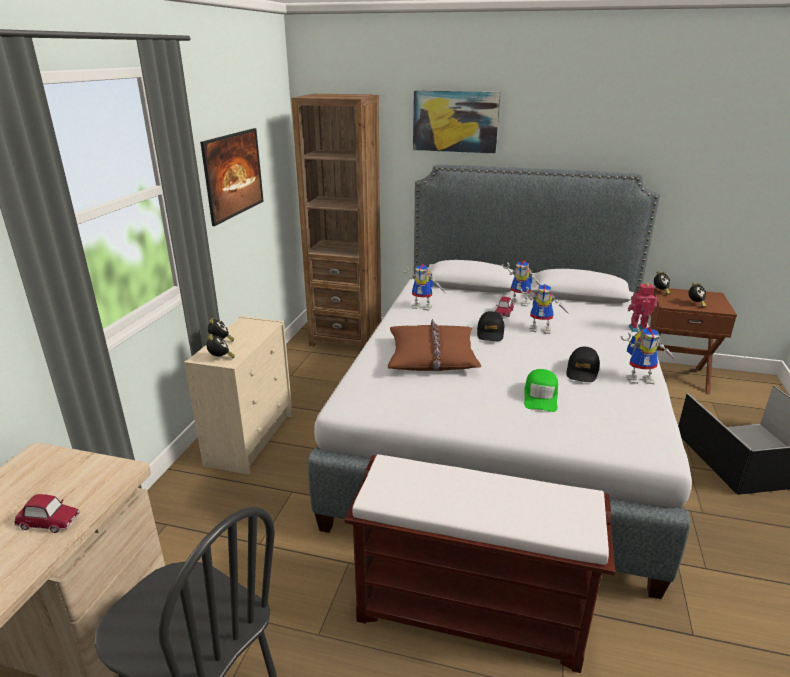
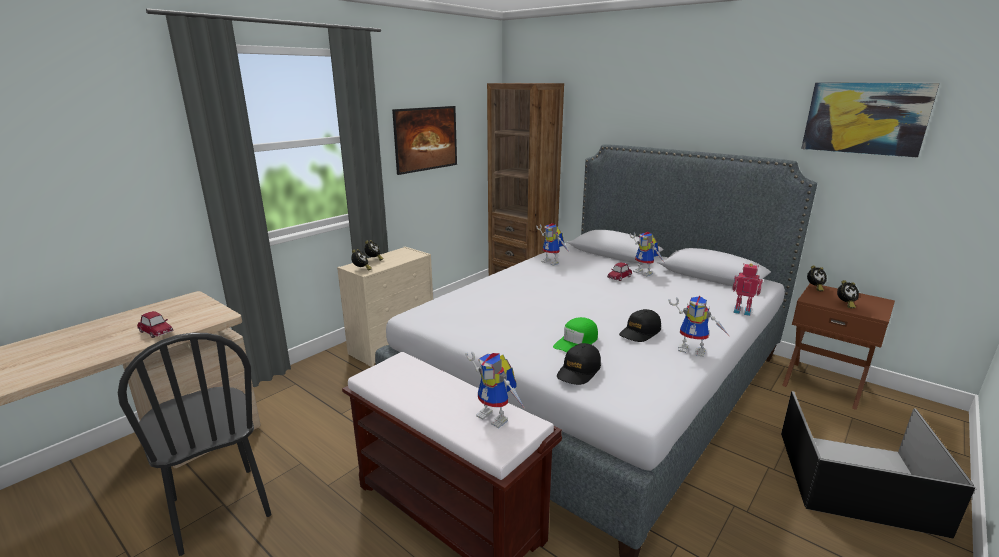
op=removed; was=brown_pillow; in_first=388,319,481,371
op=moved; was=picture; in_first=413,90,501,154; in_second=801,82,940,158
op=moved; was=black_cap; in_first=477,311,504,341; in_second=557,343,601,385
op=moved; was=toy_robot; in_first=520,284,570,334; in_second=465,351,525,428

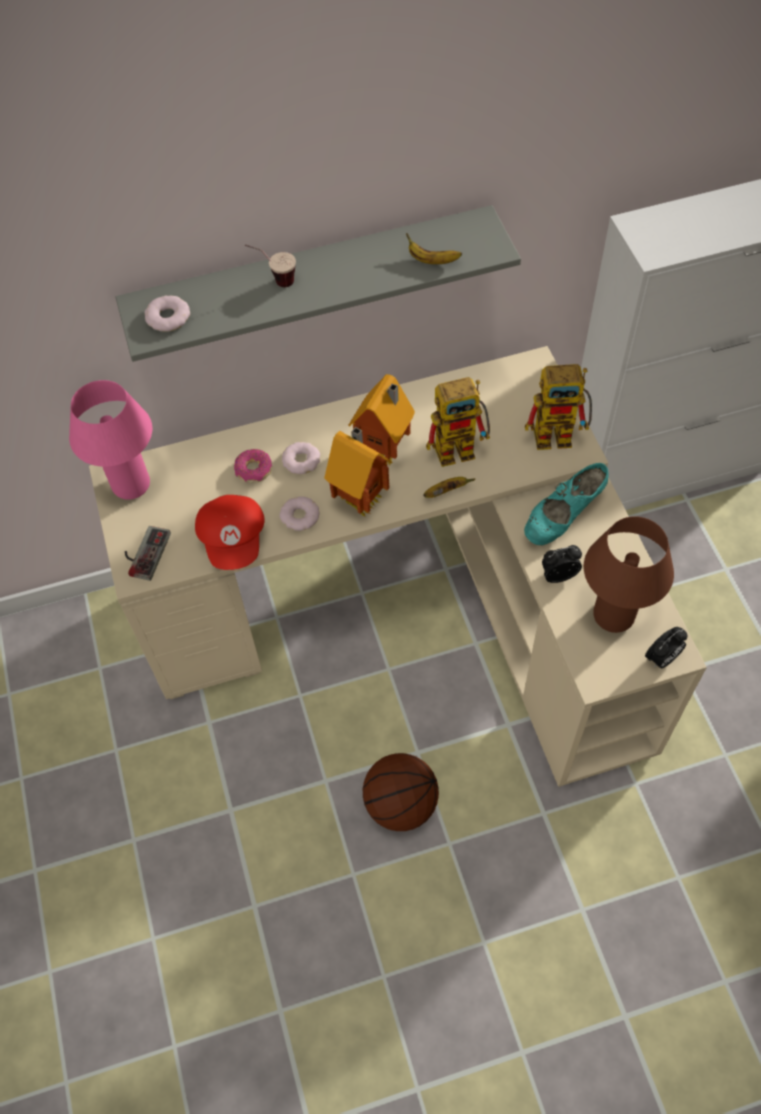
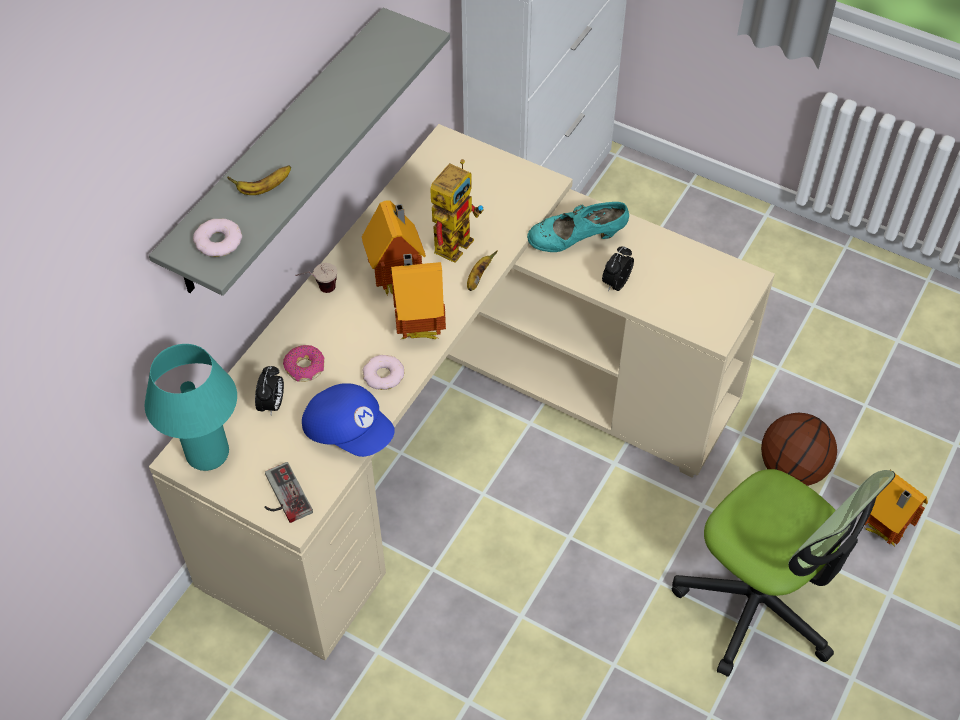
op=removed; was=donut; in_first=282,442,320,474
op=removed; was=toy_robot; in_first=525,364,592,450
op=removed; was=brown_table_lamp; in_first=584,516,674,633
op=added; now=office_chair; in_second=671,469,895,677
op=added; now=toy_house; in_second=863,474,928,546
op=moved; was=cup; in_first=245,244,296,287; in_second=295,263,337,293
op=moved; was=basketball; in_first=363,753,439,831; in_second=761,413,837,486
op=moved; was=banana; in_first=406,233,462,264; in_second=227,166,291,195
op=moved; was=alarm_clock; in_first=645,627,687,668; in_second=255,366,284,415
op=recoloured; was=pink_table_lamp; now=turquoise_table_lamp; in_first=69,380,152,500; in_second=145,344,237,471
op=recoloured; was=red_cap; now=blue_cap; in_first=195,495,265,570; in_second=302,383,395,457
op=turned; was=turquoise_shoe; in_first=524,463,609,545; in_second=527,202,629,252; clockwise=75

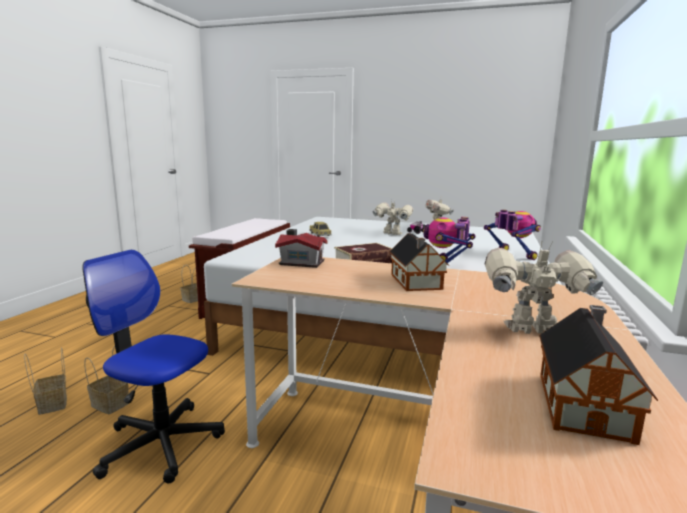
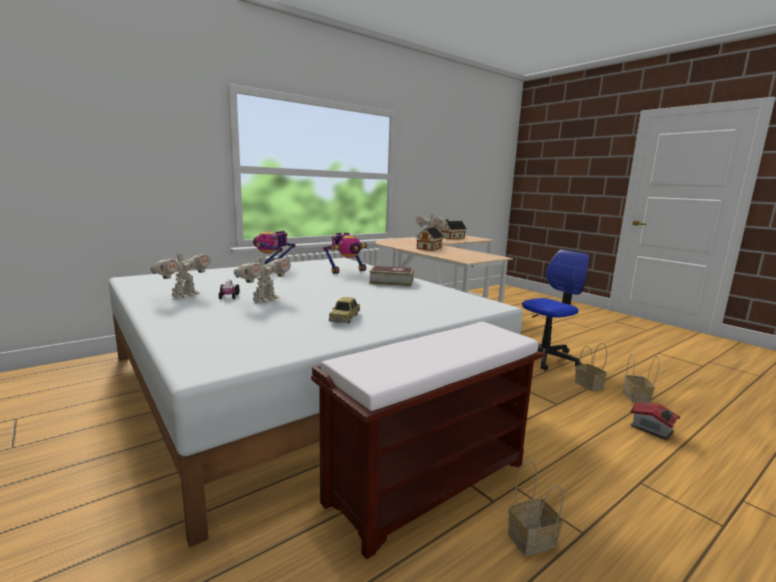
op=moved; was=toy_house; in_first=275,229,327,268; in_second=630,401,680,440
op=turned; was=office_chair; in_first=82,250,225,483; in_second=522,250,589,371; clockwise=-90
op=turned; was=toy_robot; in_first=373,199,413,235; in_second=234,253,291,303; clockwise=-120

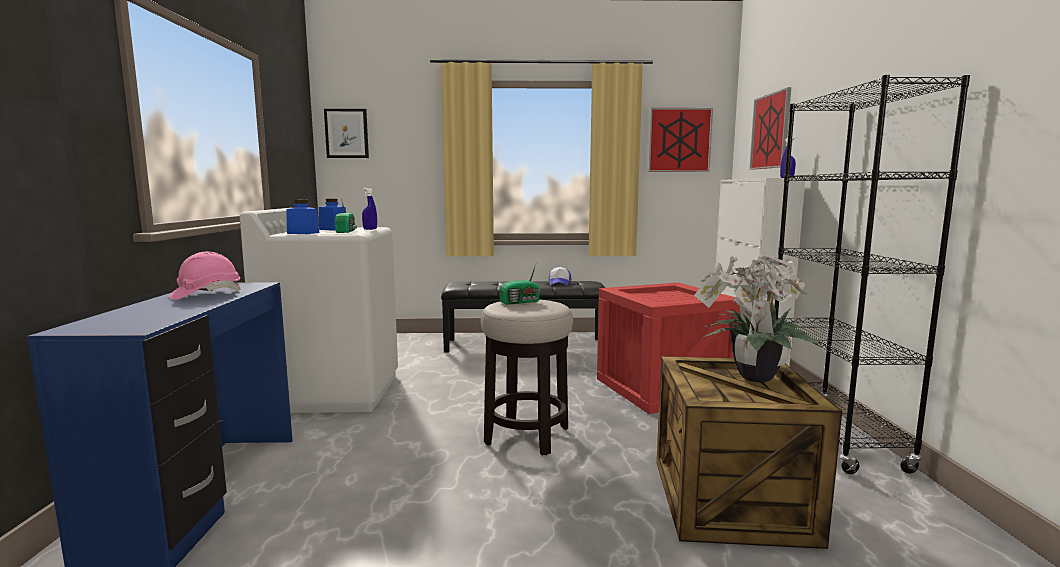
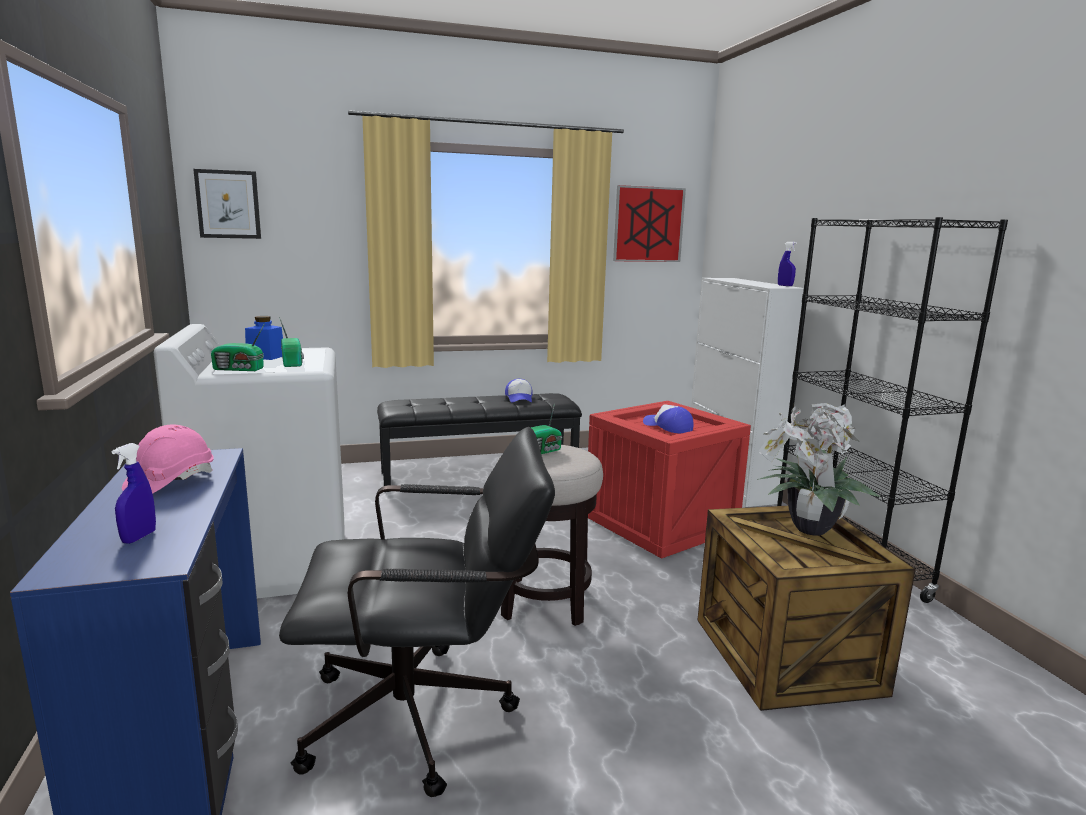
op=removed; was=picture; in_first=749,87,791,170
op=added; now=black_office_chair; in_second=279,427,555,797
op=added; now=cap; in_second=643,404,694,434
op=moved; was=blue_spray_bottle; in_first=362,187,377,230; in_second=112,443,156,544
op=replaced; was=blue_jar; now=radio; in_first=286,200,319,234; in_second=211,325,264,371

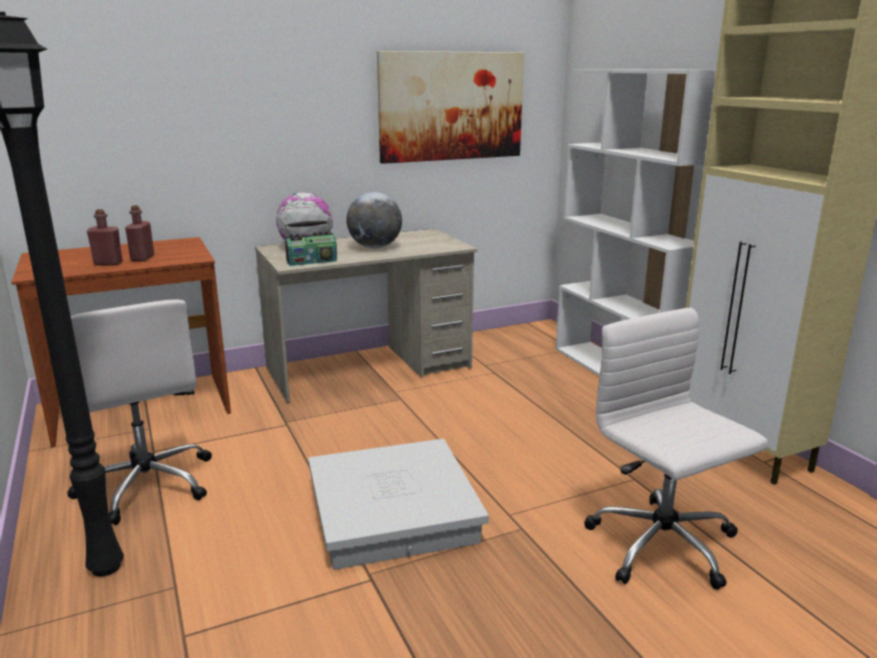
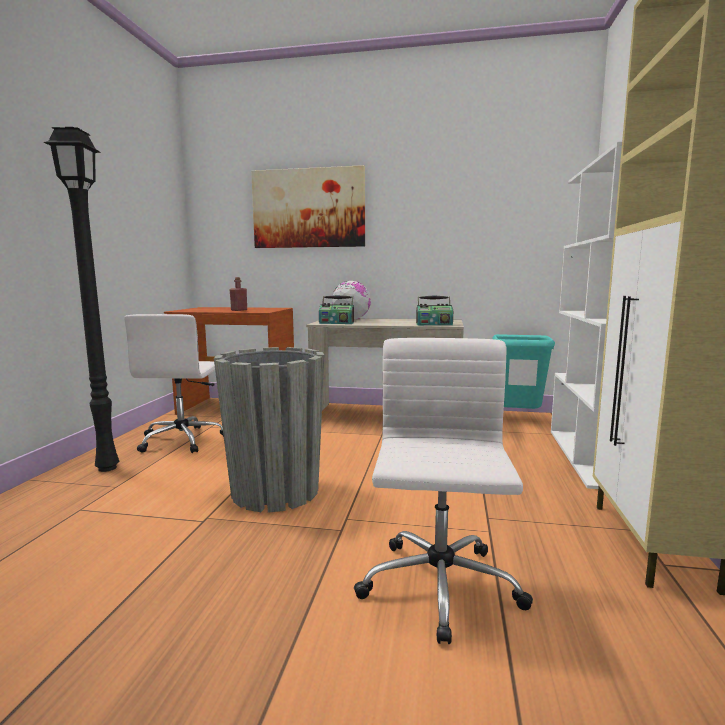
op=removed; was=red_bottle; in_first=87,209,123,266
op=removed; was=globe; in_first=346,192,402,248
op=added; now=radio; in_second=416,295,453,325
op=added; now=turquoise_trash_can; in_second=492,334,555,409
op=moved; was=picture; in_first=377,51,524,164; in_second=251,165,365,248
op=replaced; was=white_storage_box; now=grey_planter; in_first=308,439,489,570; in_second=214,347,324,513

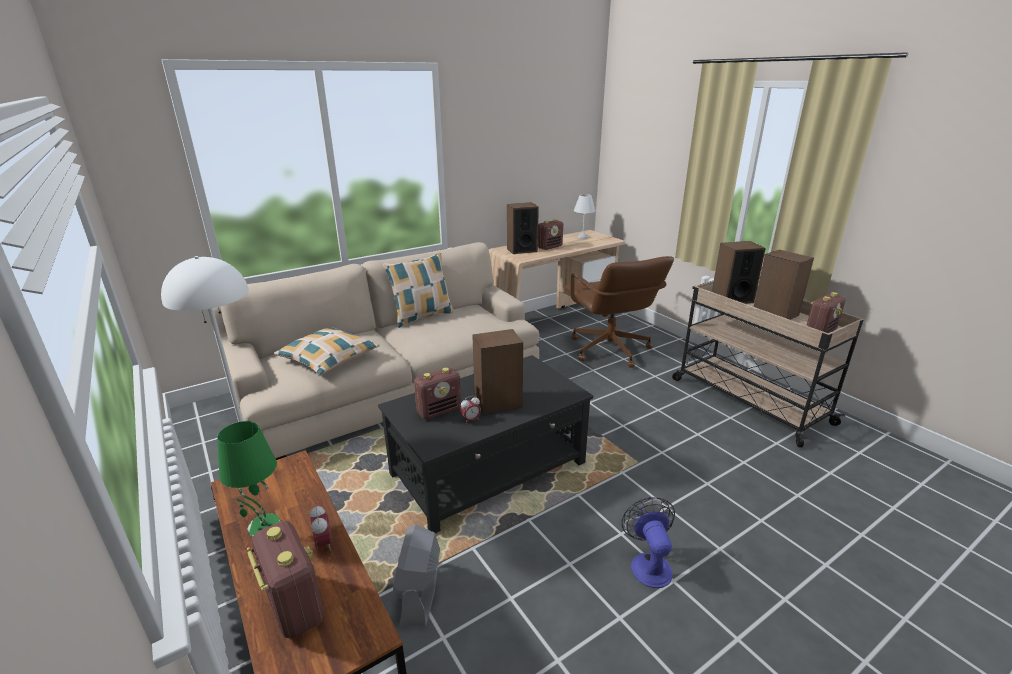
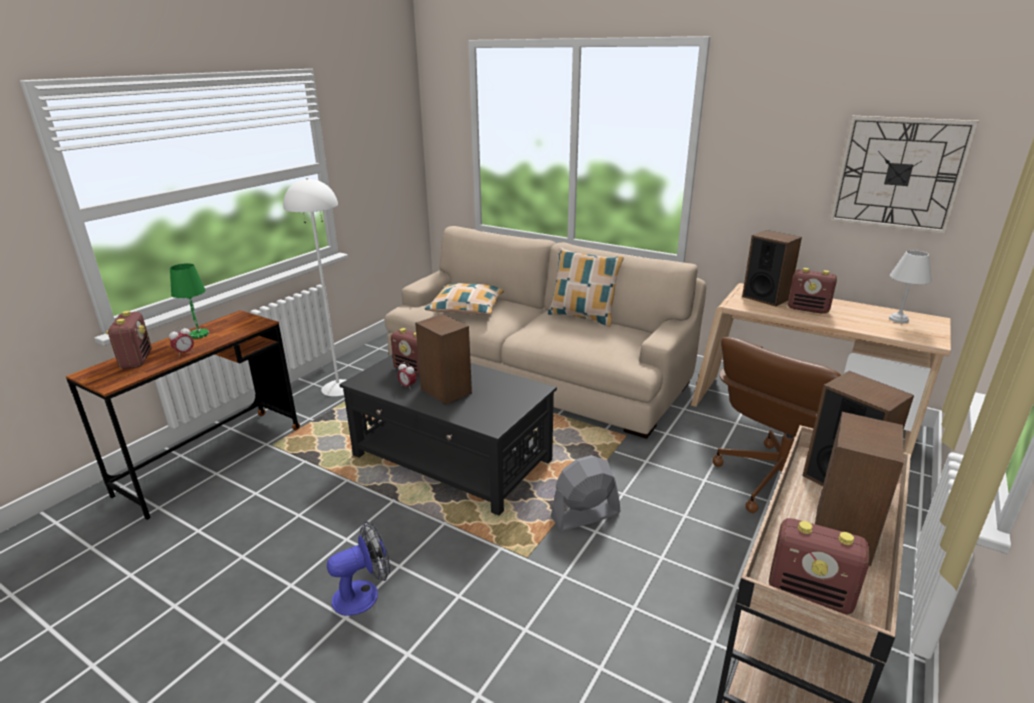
op=added; now=wall_clock; in_second=829,116,979,234
op=moved; was=grey_fan; in_first=393,524,440,627; in_second=551,455,621,531
op=turned; was=radio; in_first=247,520,324,639; in_second=106,311,151,369; clockwise=-45

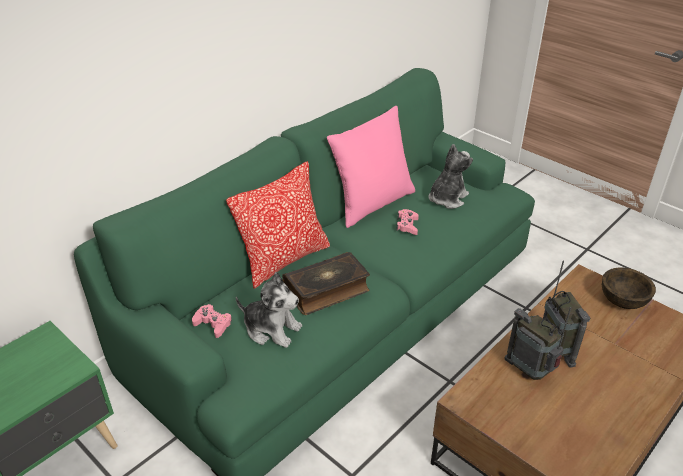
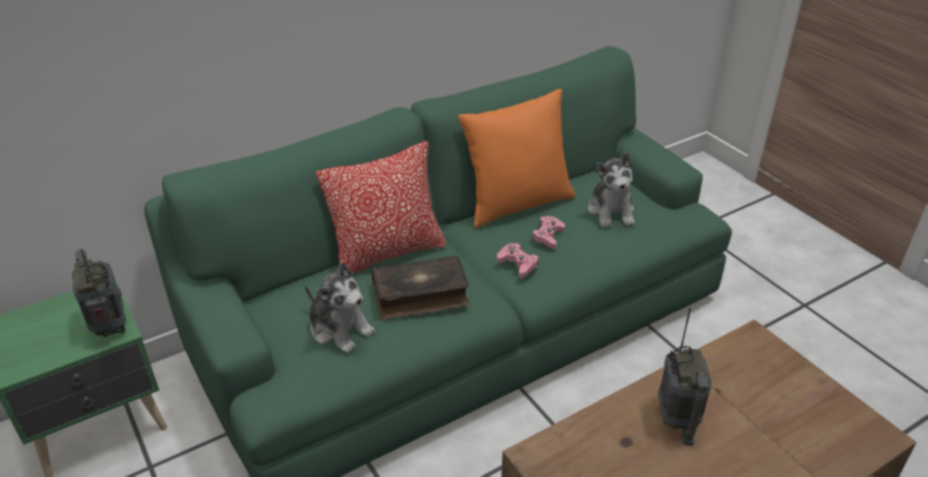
op=removed; was=brown_bowl; in_first=602,268,656,309
op=moved; was=pink_game_controller; in_first=192,304,232,338; in_second=497,243,539,278
op=moved; was=radio; in_first=505,307,571,380; in_second=72,249,126,337
op=recoloured; was=pink_pillow; now=orange_pillow; in_first=327,106,415,228; in_second=458,89,575,228
op=turned; was=plush_toy; in_first=428,144,473,209; in_second=588,152,635,227; clockwise=120

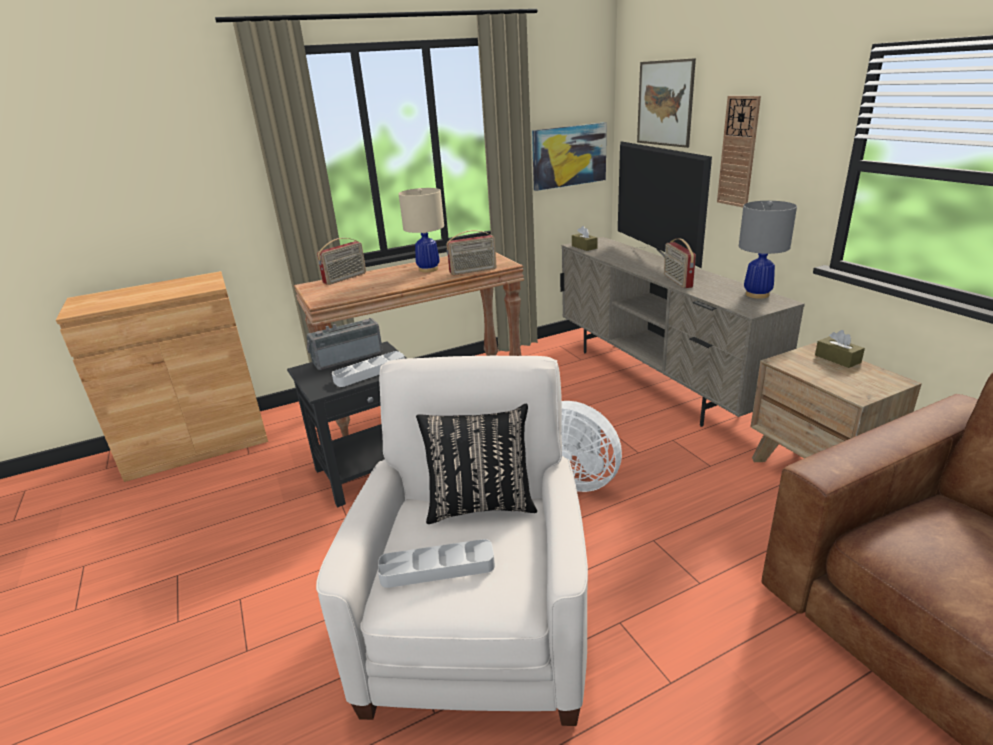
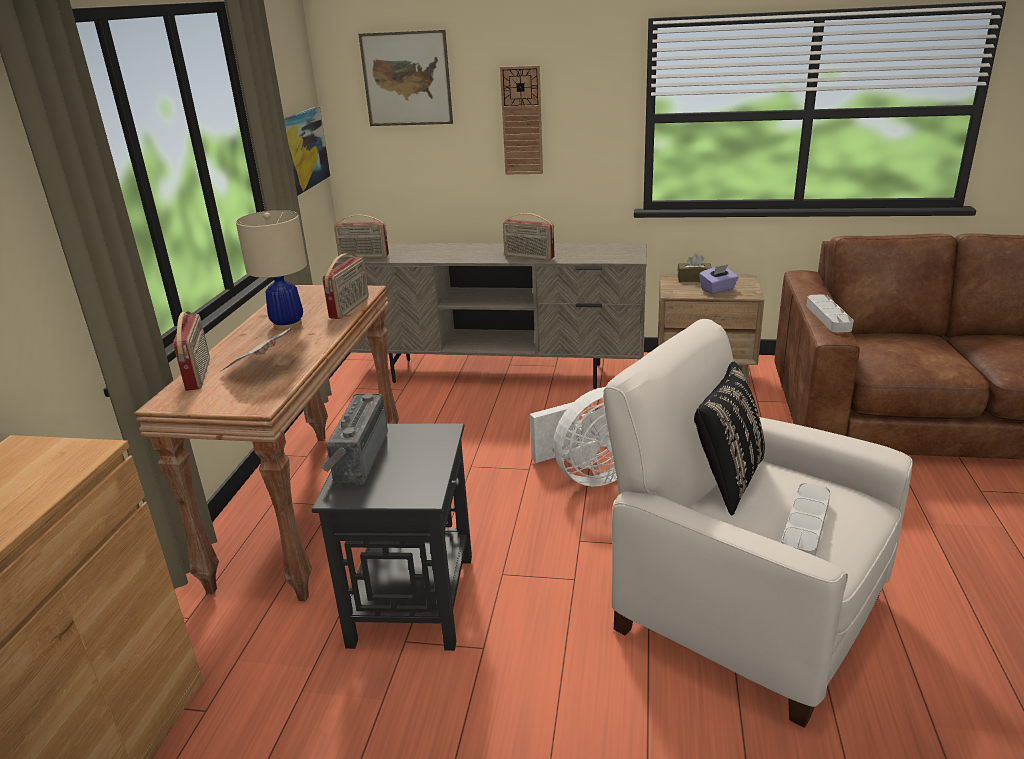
op=removed; was=television; in_first=618,141,712,268
op=removed; was=grey_table_lamp; in_first=739,201,797,299
op=added; now=newspaper; in_second=221,325,297,371
op=added; now=purple_tissue_box; in_second=699,265,739,294
op=moved; was=grey_tray; in_first=332,351,405,387; in_second=806,294,854,333
op=replaced; was=brown_tissue_box; now=radio; in_first=572,226,598,251; in_second=334,215,389,259

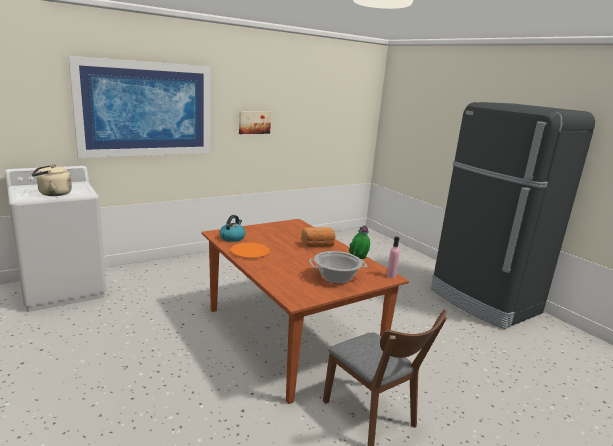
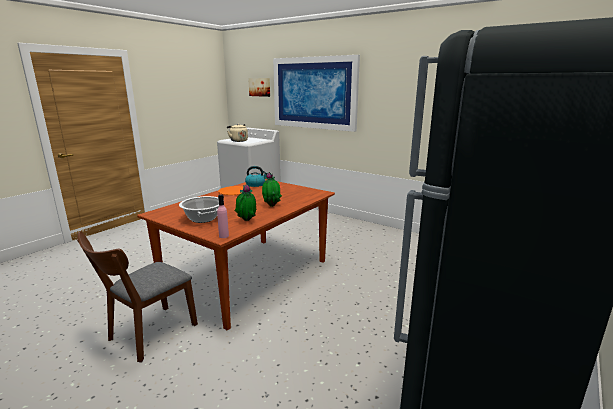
op=moved; was=picture; in_first=239,111,271,134; in_second=248,78,270,97
op=replaced; was=bread; now=potted_plant; in_first=301,227,336,247; in_second=262,172,282,207

